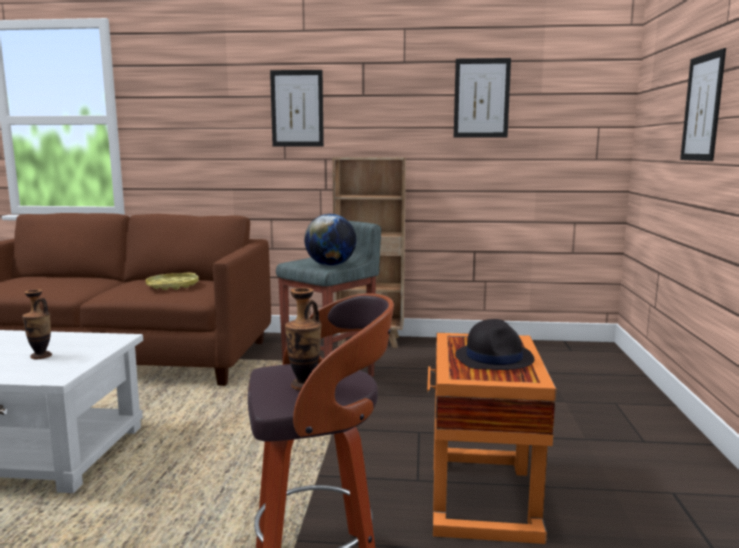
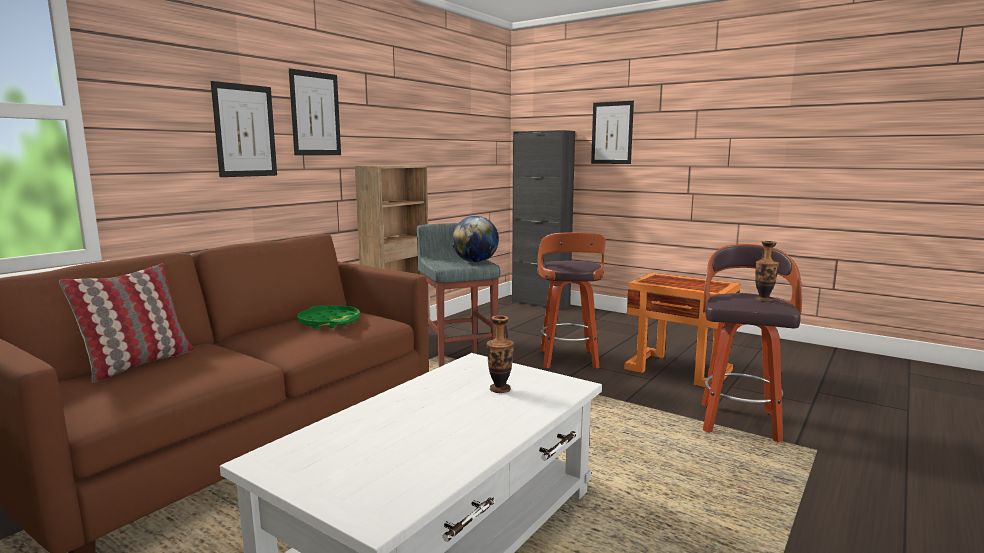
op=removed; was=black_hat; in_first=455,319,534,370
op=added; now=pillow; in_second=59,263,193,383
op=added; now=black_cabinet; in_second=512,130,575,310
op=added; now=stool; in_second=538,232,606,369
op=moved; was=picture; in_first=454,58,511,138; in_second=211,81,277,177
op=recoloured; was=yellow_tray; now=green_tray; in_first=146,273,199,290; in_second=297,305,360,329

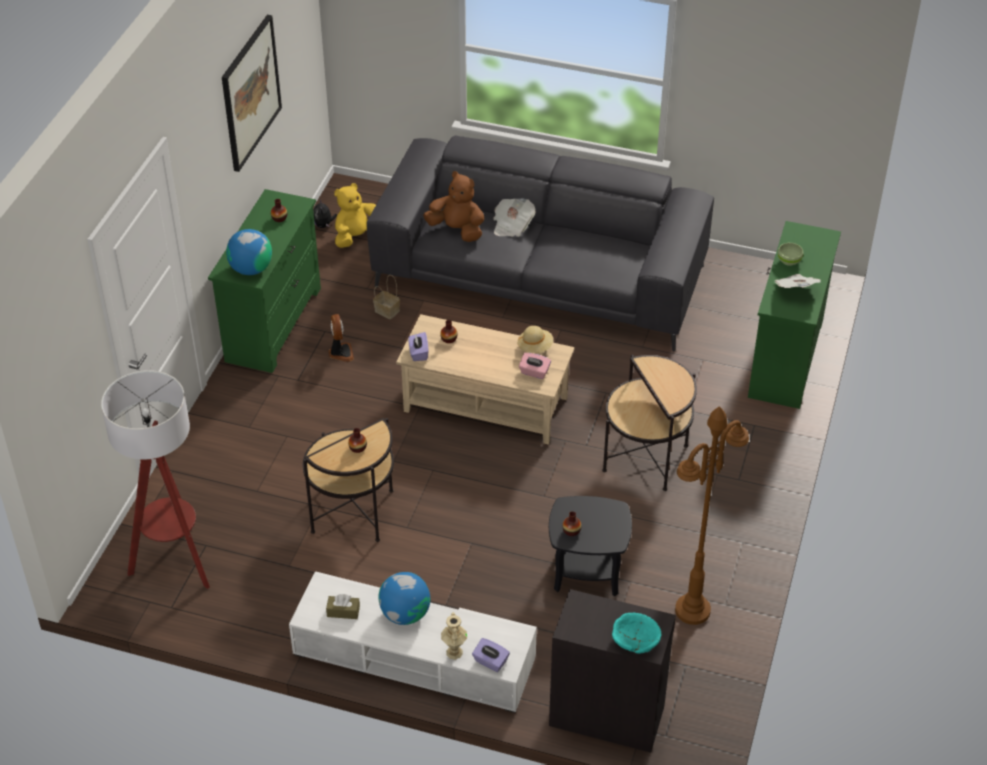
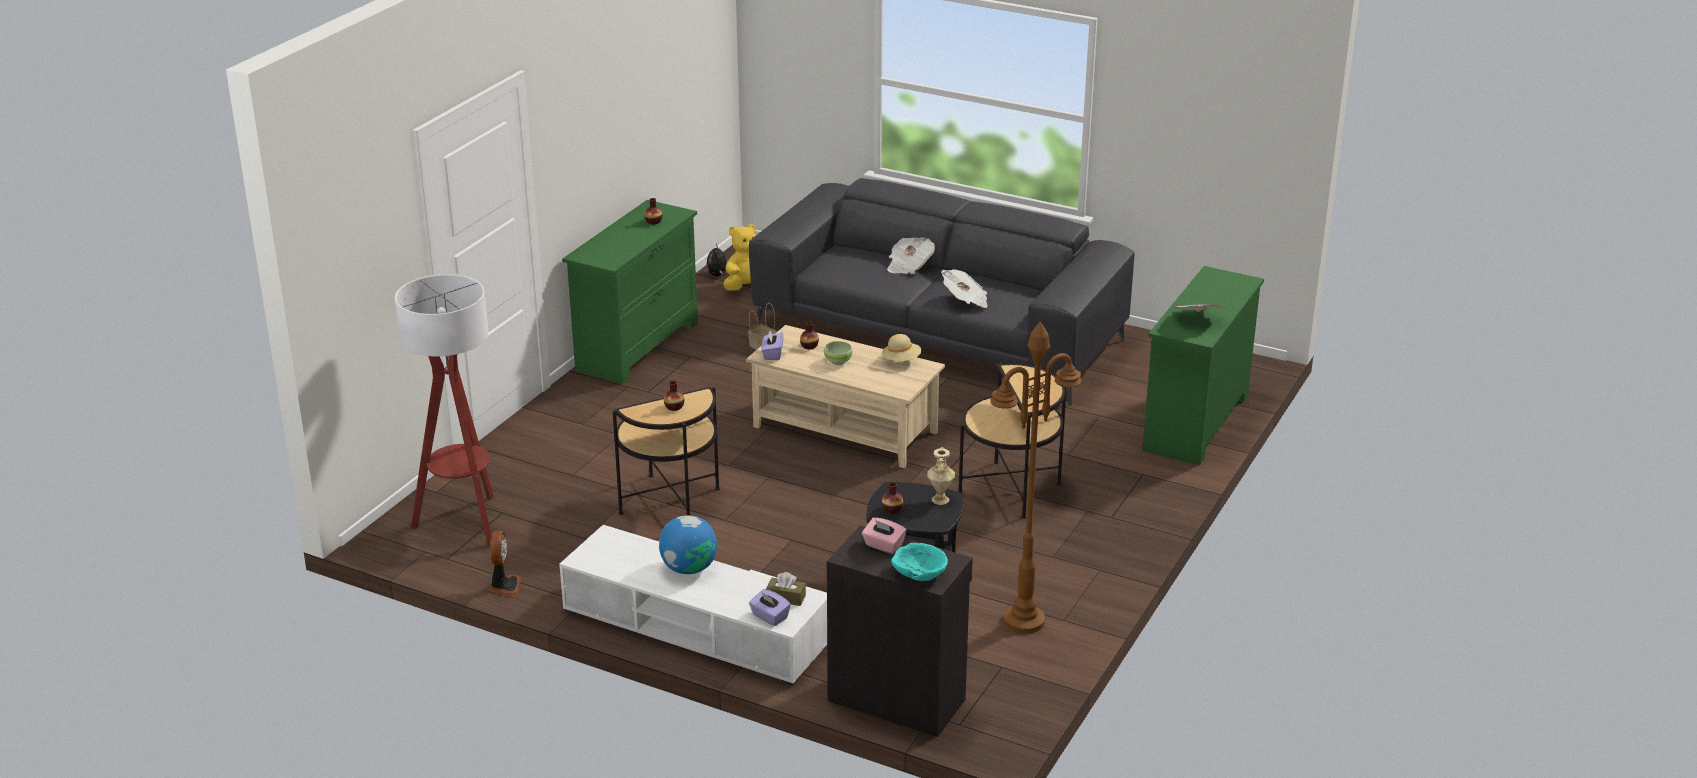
op=removed; was=picture; in_first=222,15,282,172
op=removed; was=globe; in_first=226,229,272,275
op=removed; was=brown_plush_toy; in_first=423,171,484,242
op=added; now=newspaper; in_second=941,269,987,308
op=moved; was=brown_tissue_box; in_first=326,594,360,619; in_second=766,572,806,606
op=moved; was=fan; in_first=329,314,354,362; in_second=489,531,521,597
op=moved; was=beige_vase; in_first=441,612,467,660; in_second=927,447,955,505
op=moved; was=pink_tissue_box; in_first=519,353,551,379; in_second=862,518,907,554
op=moved; was=green_bowl; in_first=778,243,803,266; in_second=824,341,852,365

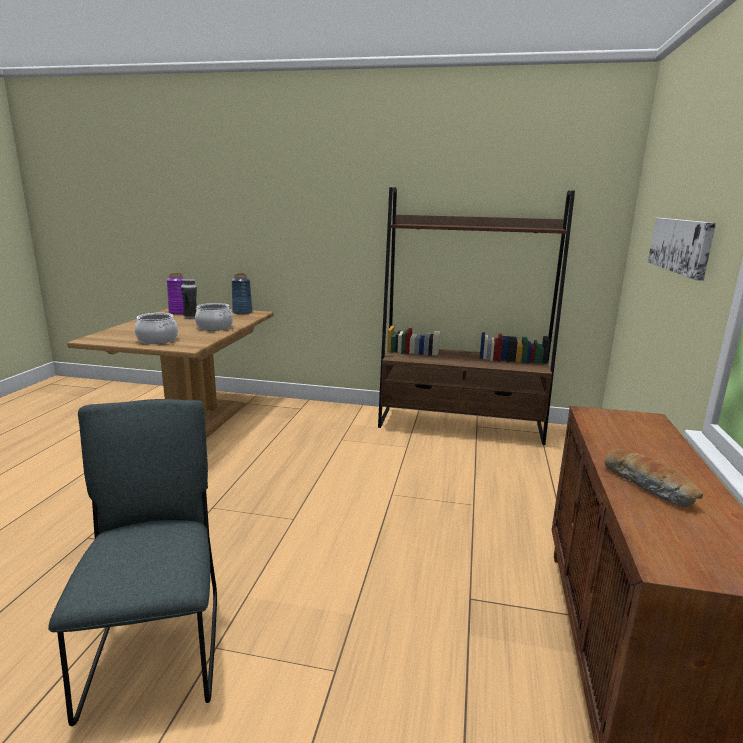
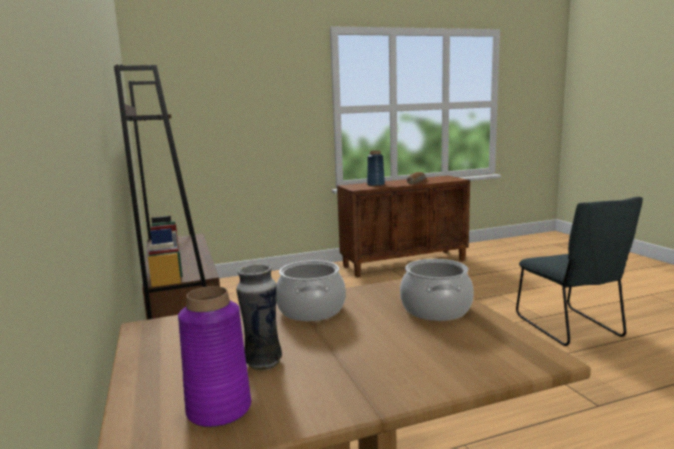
op=removed; was=picture; in_first=648,218,716,281
op=moved; was=blue_vase; in_first=232,273,253,314; in_second=367,151,385,186
op=turned; was=grey_chair; in_first=48,399,217,726; in_second=516,197,643,346; clockwise=-60

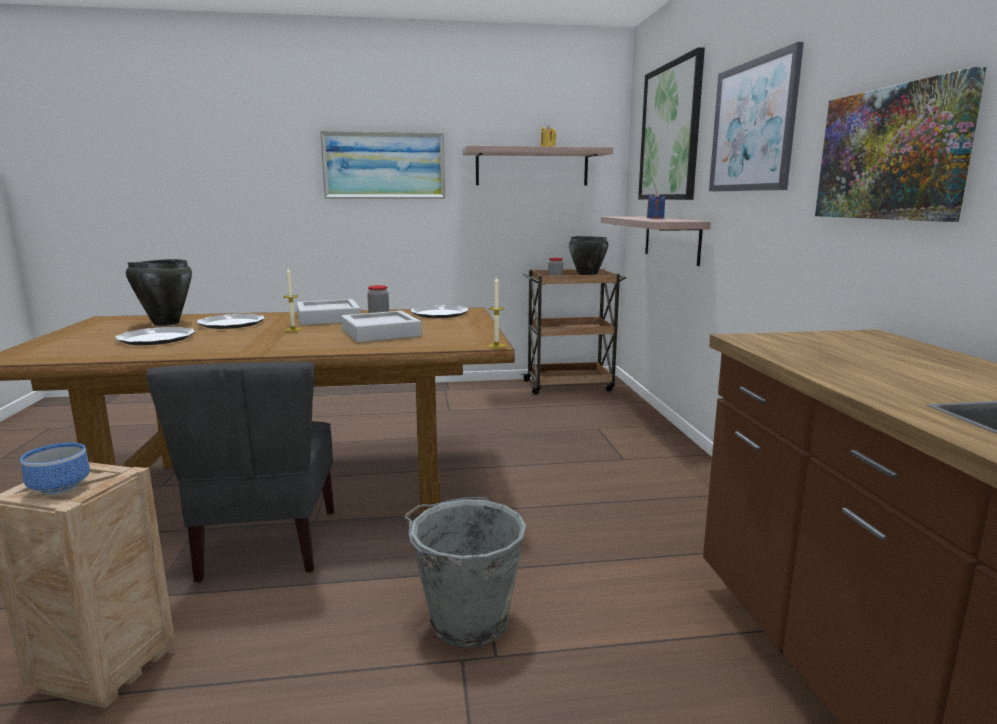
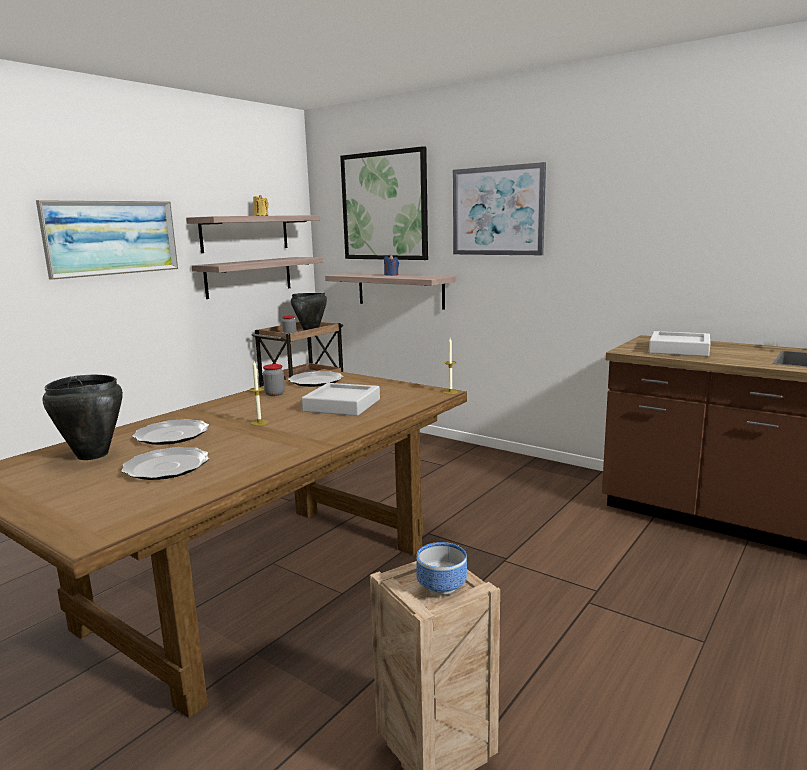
op=removed; was=grey_chair; in_first=146,361,334,582
op=removed; was=grey_bucket; in_first=404,497,526,648
op=removed; was=picture; in_first=815,67,987,222
op=added; now=shelf; in_second=192,257,323,299
op=moved; was=grey_tray; in_first=296,299,361,325; in_second=649,331,710,357

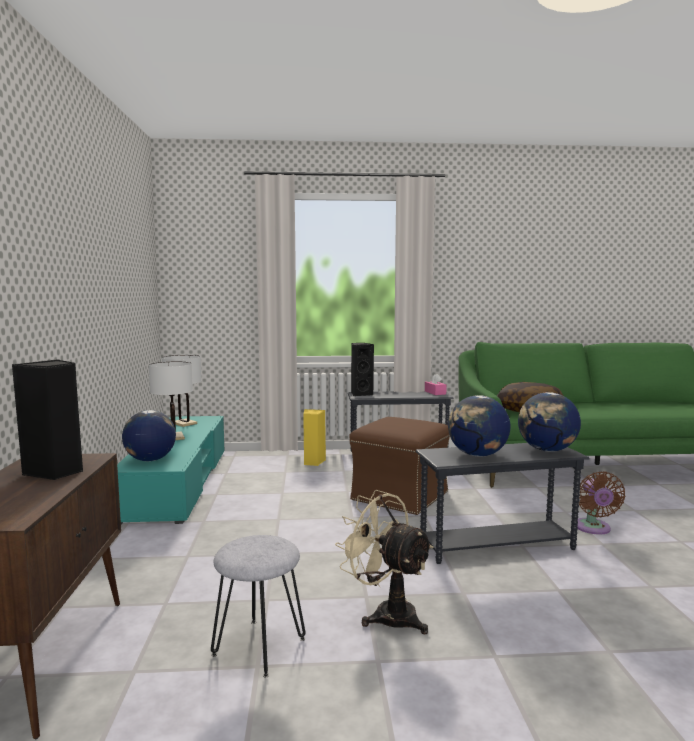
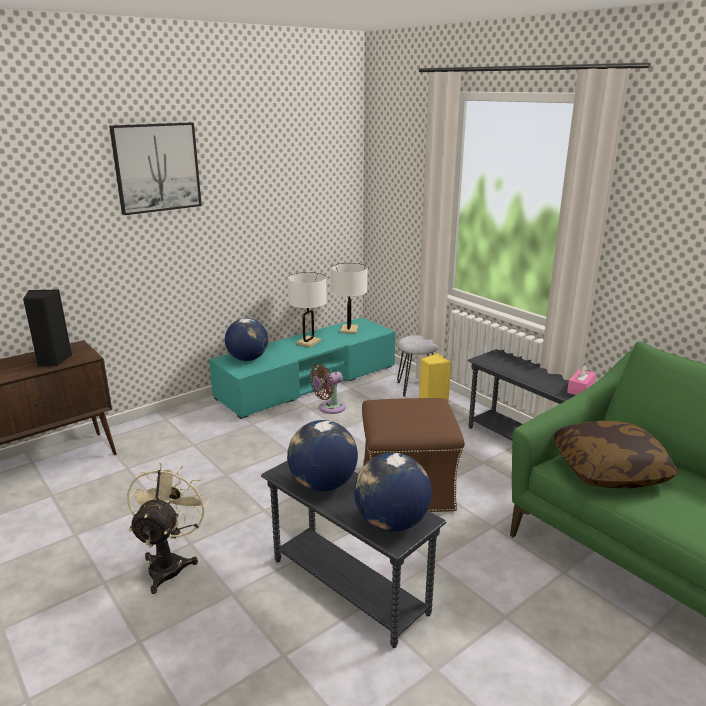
op=removed; was=black_speaker; in_first=351,343,374,396
op=added; now=picture; in_second=109,123,202,215
op=moved; was=grey_stool; in_first=211,535,306,678; in_second=397,335,439,397
op=moved; was=brown_fan; in_first=577,471,626,534; in_second=310,364,346,414

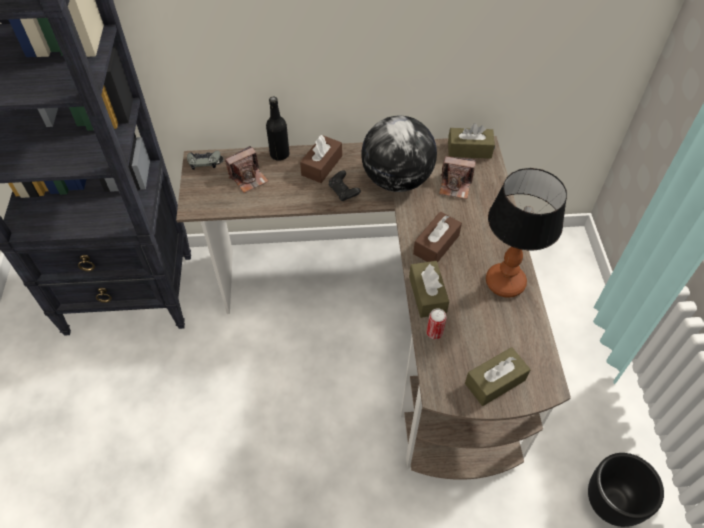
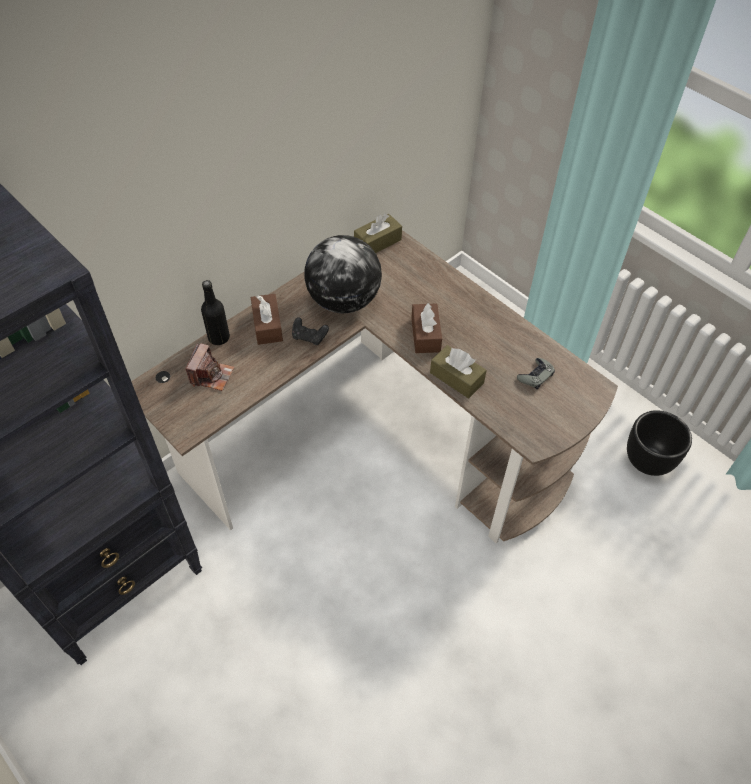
op=removed; was=can; in_first=426,308,447,339
op=removed; was=photo_camera; in_first=439,156,476,199
op=removed; was=brown_tissue_box; in_first=465,347,531,406
op=removed; was=table_lamp; in_first=486,168,567,298
op=moved; was=grey_game_controller; in_first=187,150,220,170; in_second=517,358,555,389

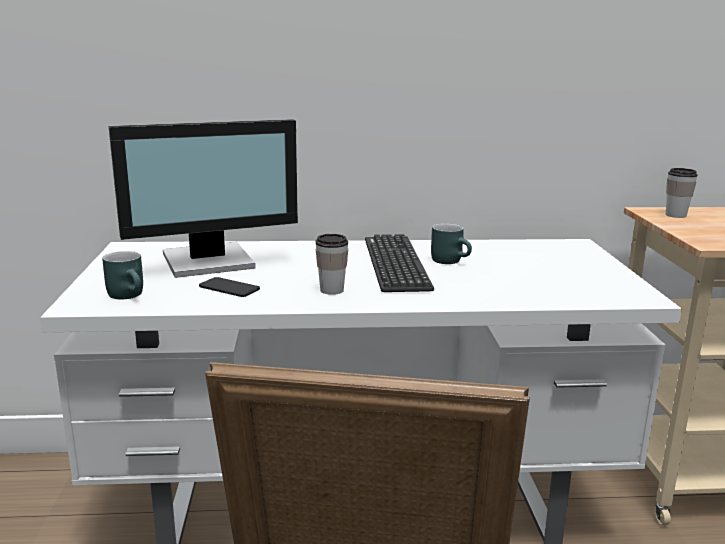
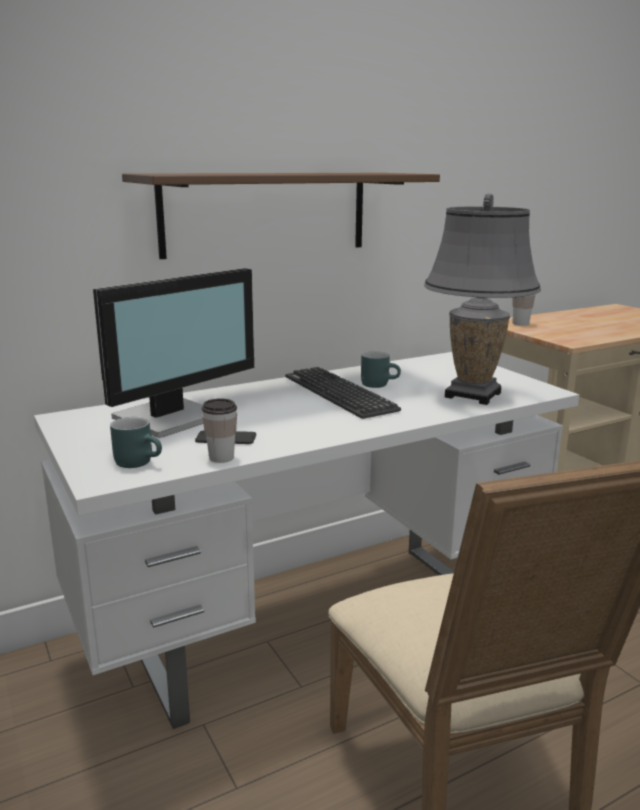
op=added; now=brown_shelf; in_second=122,173,440,259
op=added; now=grey_table_lamp; in_second=424,193,541,405
op=moved; was=cup; in_first=316,234,348,295; in_second=202,398,237,463

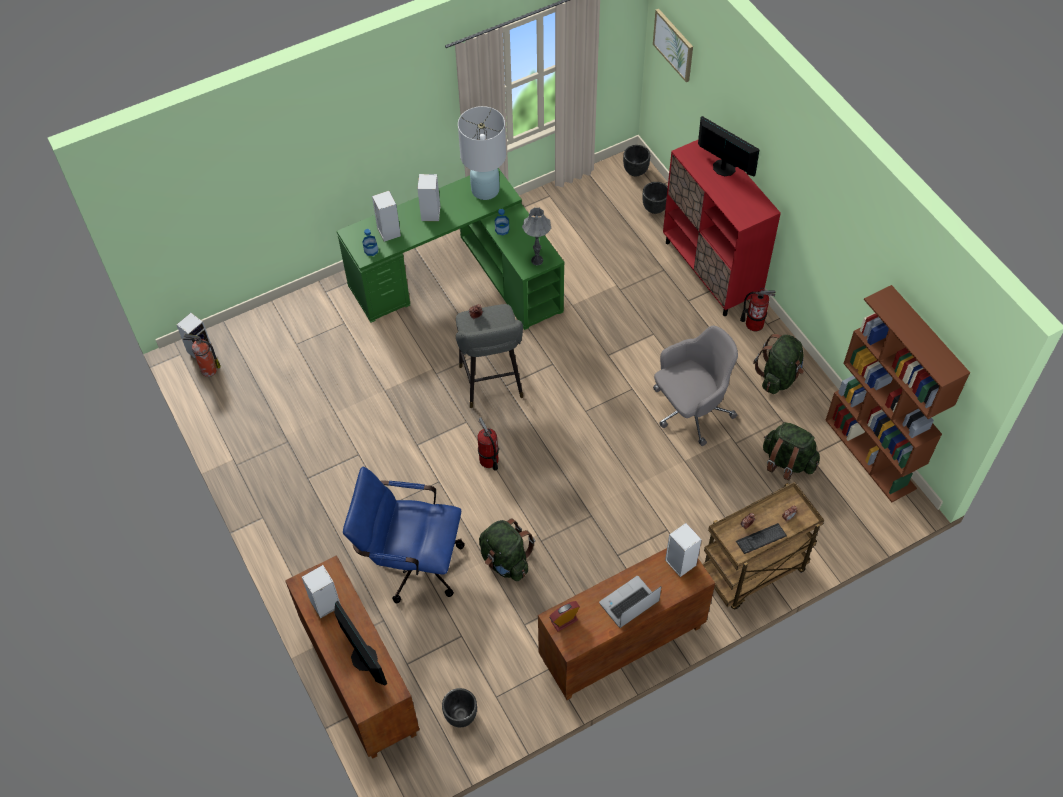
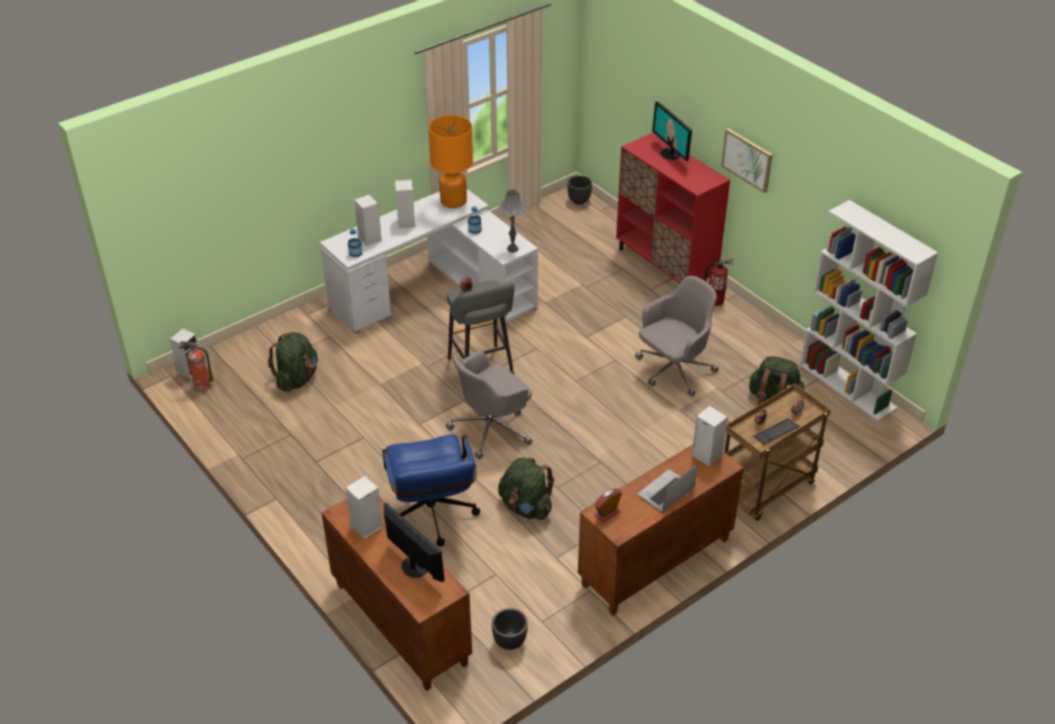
op=removed; was=black_planter; in_first=642,182,668,214
op=moved; was=picture; in_first=653,9,693,82; in_second=721,128,773,193
op=moved; was=green_backpack; in_first=753,334,804,394; in_second=268,332,318,392
op=replaced; was=fire_extinguisher; now=grey_office_chair; in_first=477,417,499,470; in_second=446,351,532,459
op=recoloured; was=green_desk; now=white_desk; in_first=337,168,564,330; in_second=320,189,538,334
op=recoloured; was=white_table_lamp; now=orange_table_lamp; in_first=458,106,506,200; in_second=429,115,473,208
op=recoloured; was=brown_bookcase; now=white_bookcase; in_first=825,285,970,502; in_second=799,200,938,421
op=turned; was=blue_office_chair; in_first=343,467,465,603; in_second=382,435,480,547; clockwise=-105
op=turned; was=monitor; in_first=698,116,760,176; in_second=652,101,692,161; clockwise=-150

